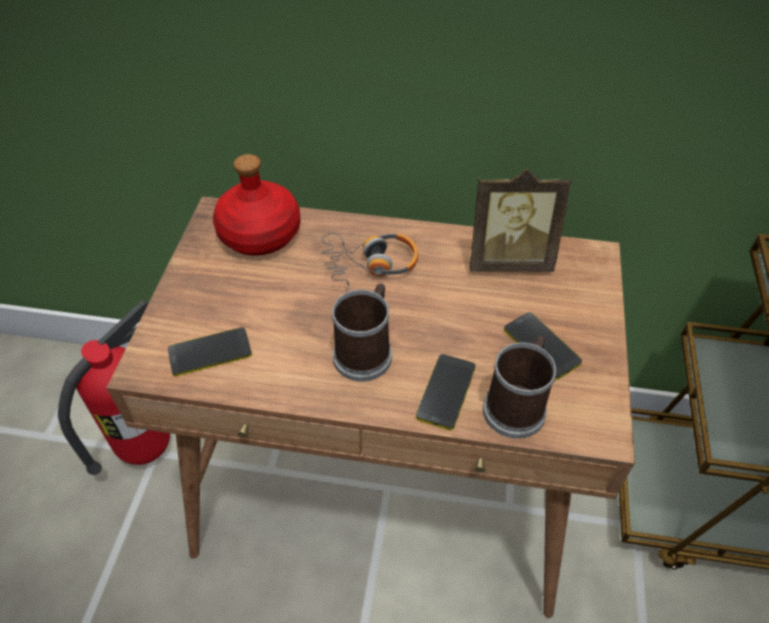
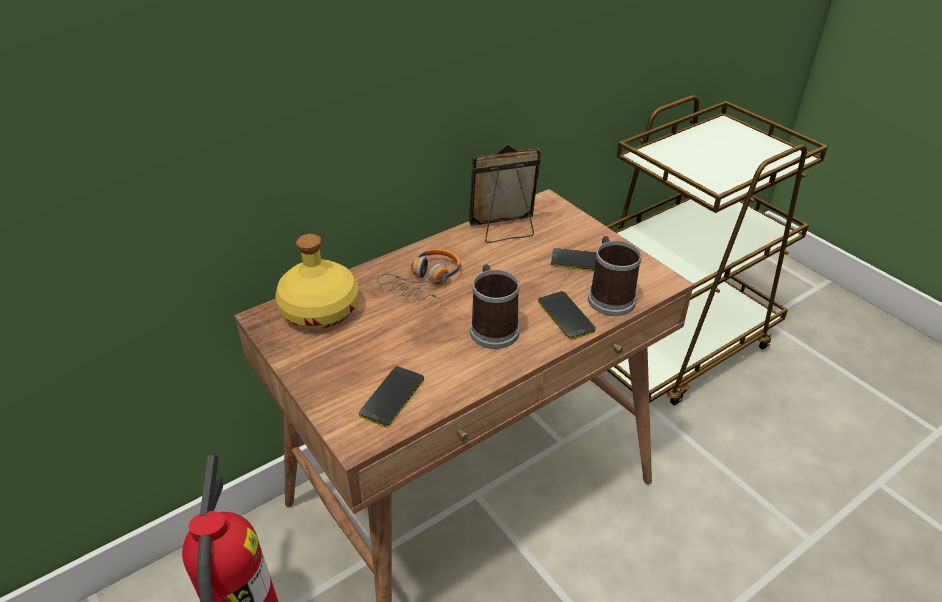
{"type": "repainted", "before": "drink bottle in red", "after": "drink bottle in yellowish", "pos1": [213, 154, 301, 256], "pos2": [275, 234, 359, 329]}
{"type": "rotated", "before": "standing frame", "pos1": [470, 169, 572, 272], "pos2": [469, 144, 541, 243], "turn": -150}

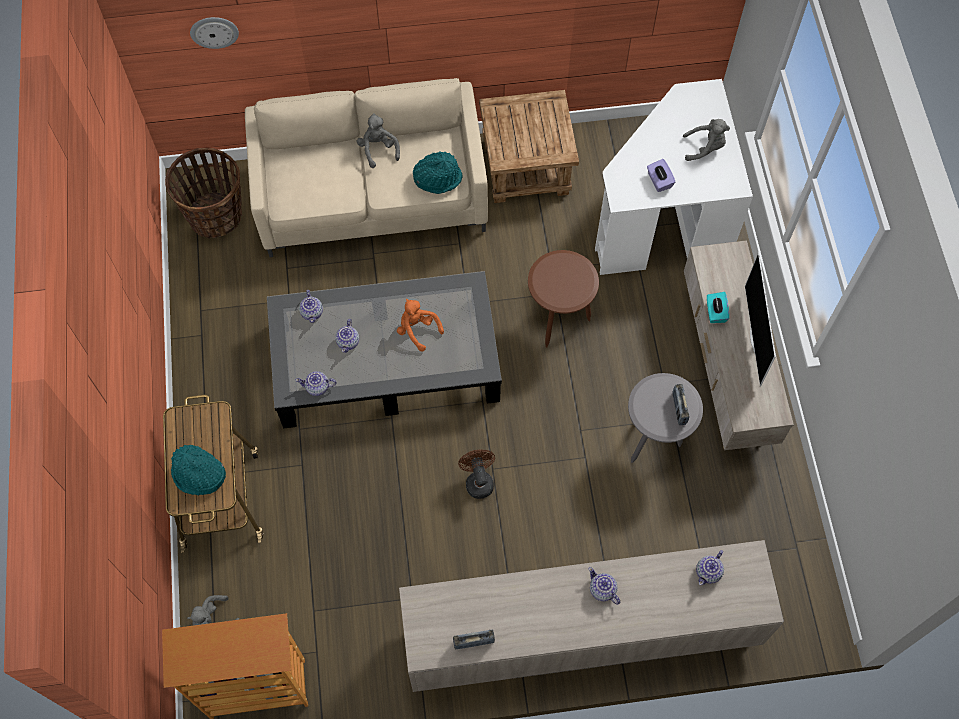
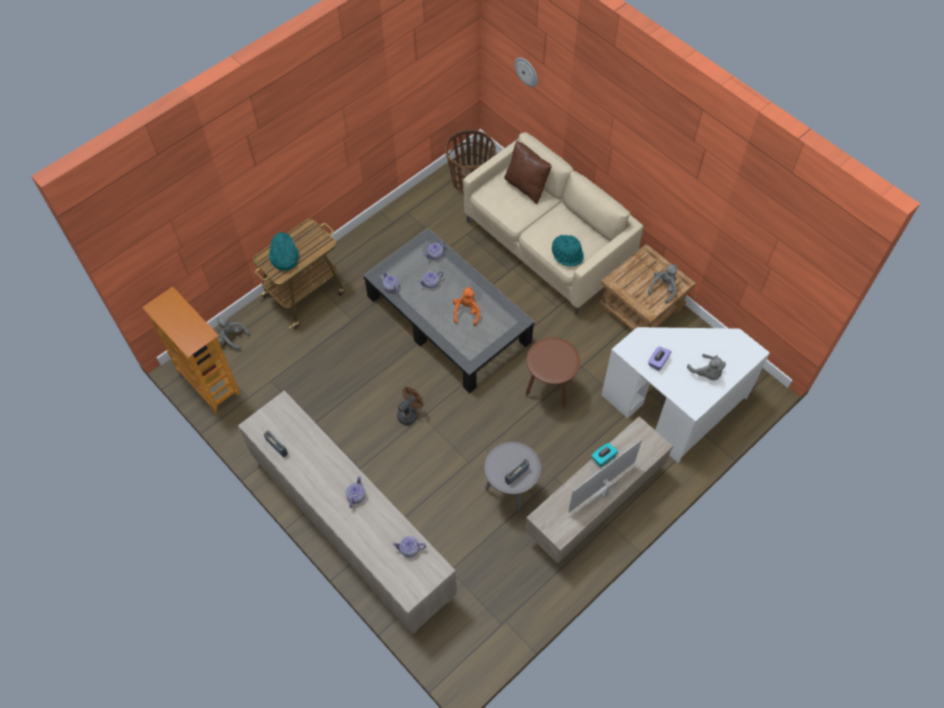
{"type": "shifted", "before": "cuddly toy in gray", "pos1": [357, 113, 400, 168], "pos2": [648, 264, 677, 304]}
{"type": "new", "after": "cushion in brownish", "pos2": [504, 141, 552, 204]}

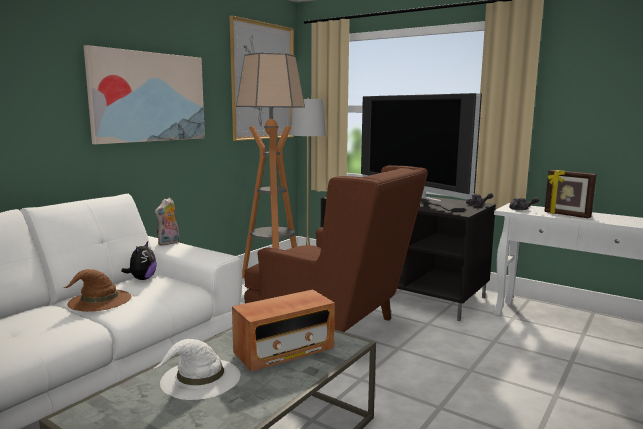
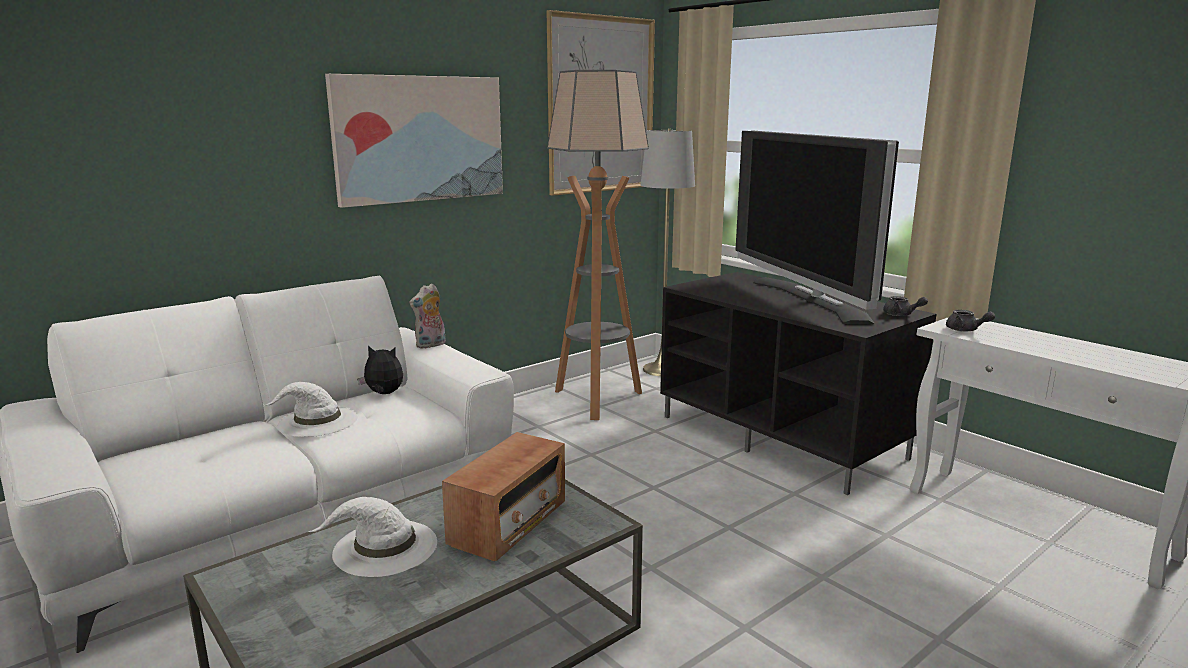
{"type": "gone", "before": "easy chair in brownish", "pos1": [244, 165, 428, 332]}
{"type": "gone", "before": "standing frame", "pos1": [544, 170, 596, 218]}
{"type": "rotated", "before": "cuddly toy", "pos1": [121, 242, 156, 280], "pos2": [357, 345, 403, 394], "turn": -105}
{"type": "repainted", "before": "wearable hat in brownish", "after": "wearable hat in white", "pos1": [63, 269, 131, 312], "pos2": [266, 382, 358, 437]}
{"type": "rotated", "before": "radio", "pos1": [232, 289, 335, 372], "pos2": [442, 432, 565, 561], "turn": -45}

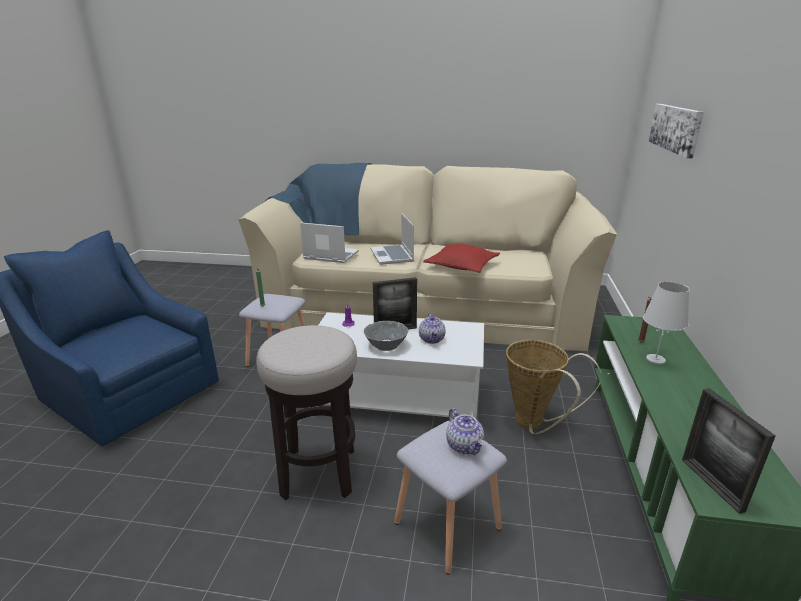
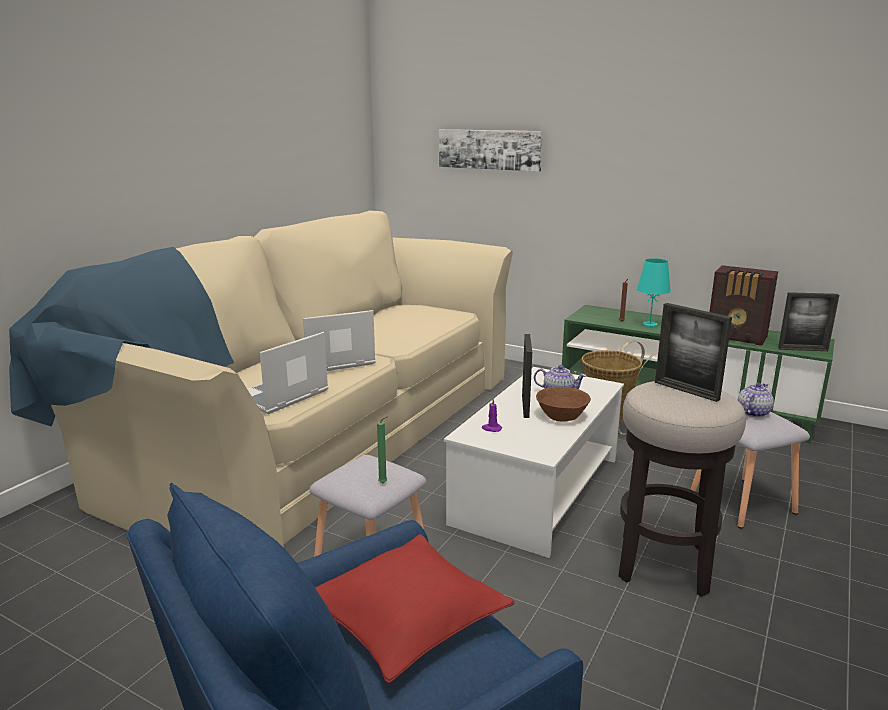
{"type": "rotated", "before": "portable computer", "pos1": [370, 213, 414, 265], "pos2": [303, 310, 376, 371], "turn": 150}
{"type": "shifted", "before": "cushion in red", "pos1": [423, 244, 500, 273], "pos2": [315, 534, 515, 684]}
{"type": "repainted", "before": "lamp for a table in white", "after": "lamp for a table in turquoise", "pos1": [643, 282, 689, 364], "pos2": [637, 258, 671, 327]}
{"type": "repainted", "before": "serving bowl in gray", "after": "serving bowl in brownish", "pos1": [364, 321, 409, 351], "pos2": [536, 387, 591, 422]}
{"type": "rotated", "before": "tea pot", "pos1": [446, 408, 484, 455], "pos2": [738, 383, 774, 418], "turn": -45}
{"type": "new", "after": "radio", "pos2": [710, 265, 778, 346]}
{"type": "new", "after": "standing frame", "pos2": [655, 303, 732, 402]}

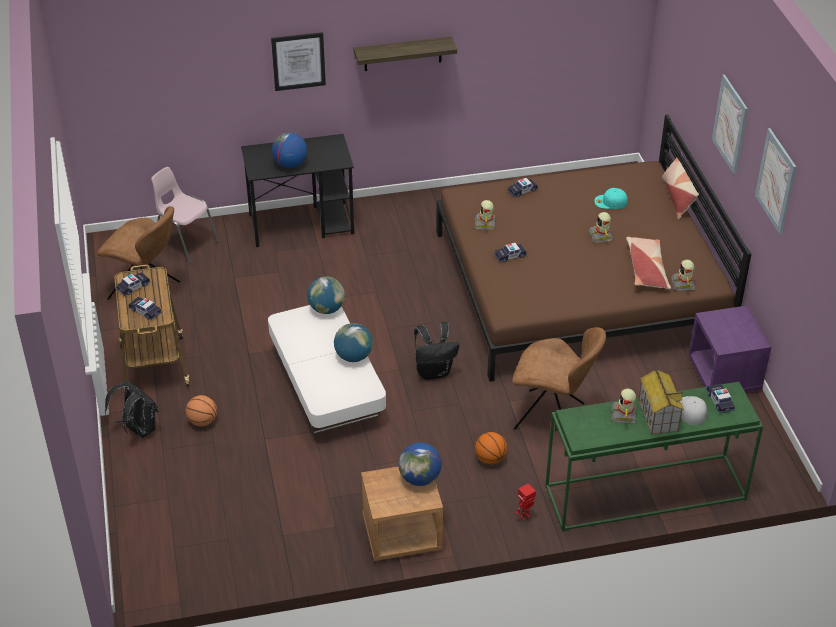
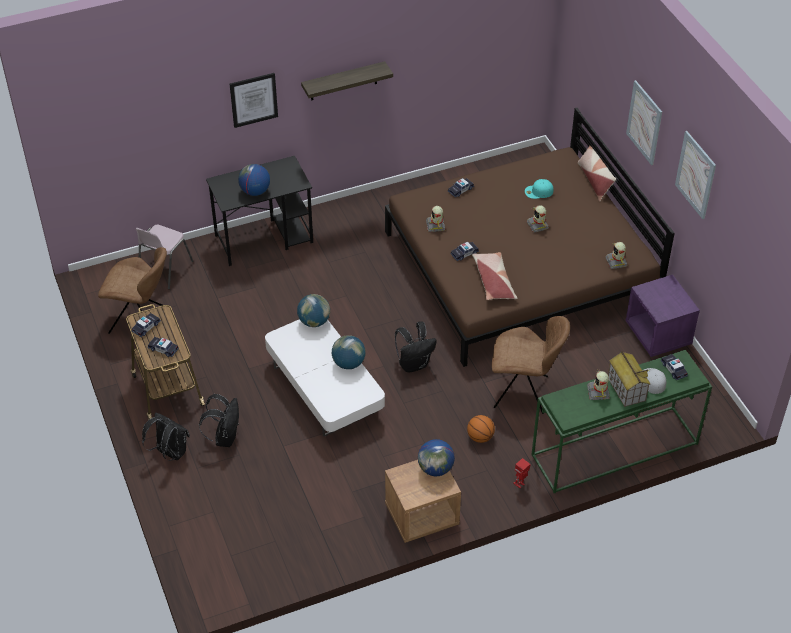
{"type": "rotated", "before": "plain chair in pink-coloured", "pos1": [151, 167, 219, 264], "pos2": [136, 225, 194, 289], "turn": -90}
{"type": "shifted", "before": "cushion", "pos1": [626, 237, 671, 289], "pos2": [472, 252, 518, 300]}
{"type": "swapped", "before": "basketball", "after": "knapsack in black", "pos1": [186, 395, 217, 426], "pos2": [199, 394, 239, 447]}

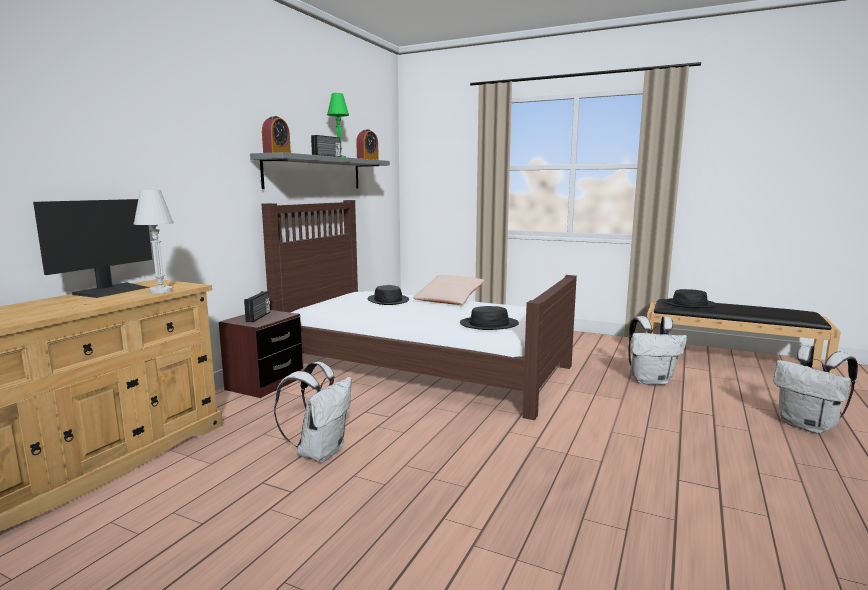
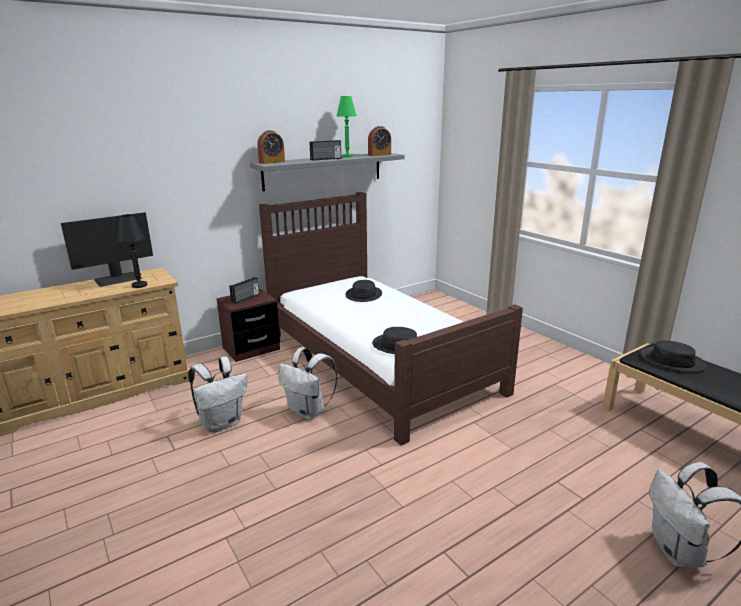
{"type": "repainted", "before": "lamp for a table in white", "after": "lamp for a table in black", "pos1": [133, 190, 174, 294], "pos2": [117, 214, 147, 288]}
{"type": "gone", "before": "cushion in beige-coloured", "pos1": [413, 275, 484, 305]}
{"type": "shifted", "before": "knapsack in white", "pos1": [628, 316, 687, 385], "pos2": [278, 347, 338, 419]}

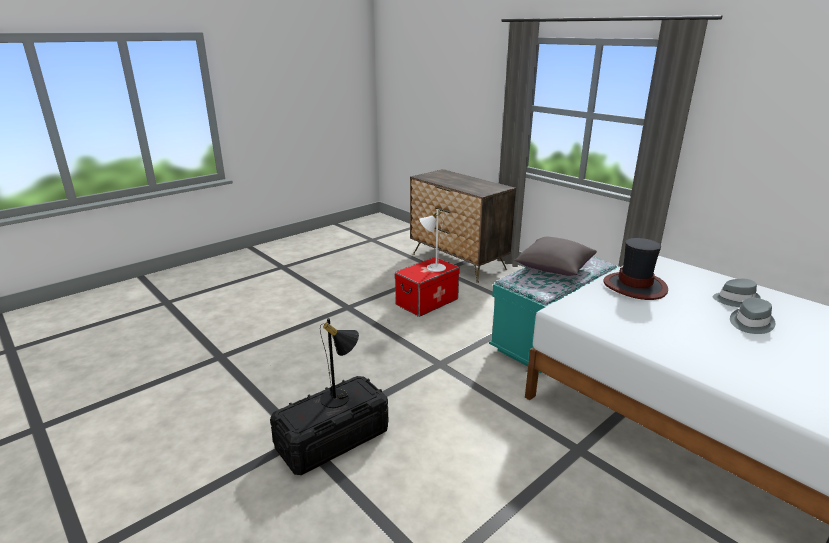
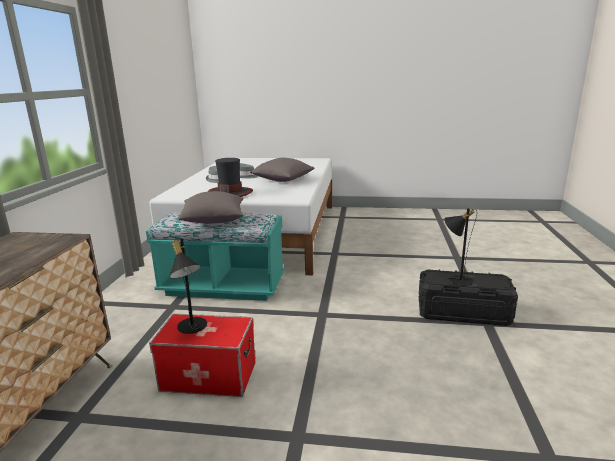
{"type": "repainted", "before": "lamp for a table in white", "after": "lamp for a table in black", "pos1": [419, 209, 446, 272], "pos2": [170, 238, 207, 334]}
{"type": "new", "after": "cushion in gray", "pos2": [250, 158, 315, 182]}

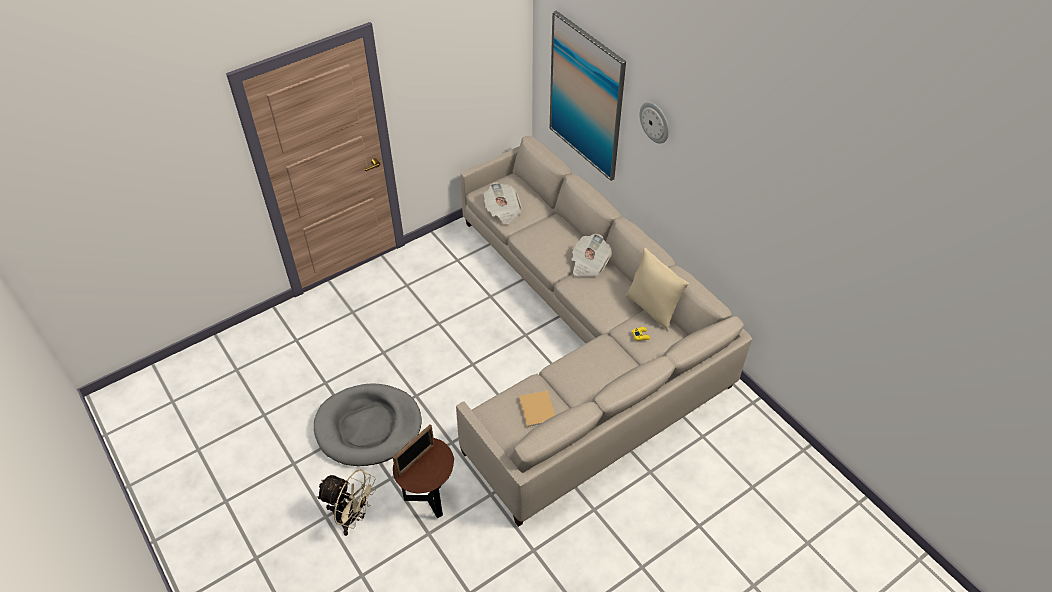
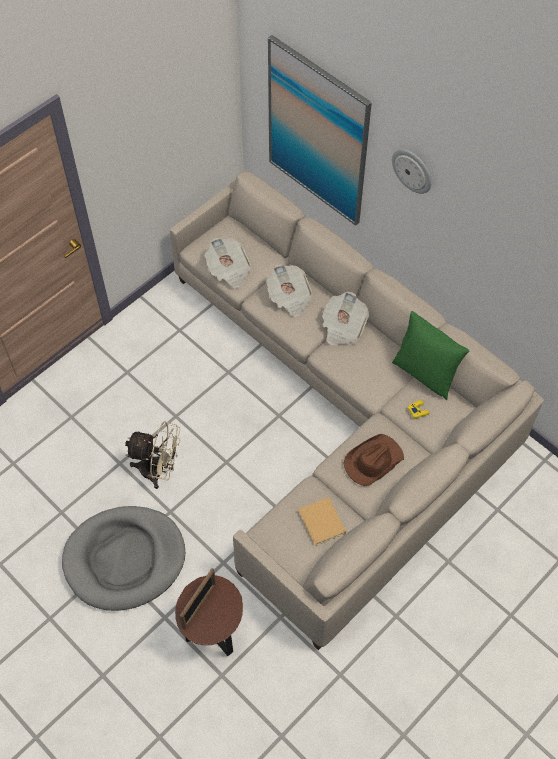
{"type": "repainted", "before": "cushion in beige-coloured", "after": "cushion in greenish", "pos1": [626, 248, 689, 331], "pos2": [392, 311, 469, 400]}
{"type": "shifted", "before": "cooling fan in beige-coloured", "pos1": [316, 469, 376, 536], "pos2": [125, 421, 181, 489]}
{"type": "new", "after": "daily paper", "pos2": [266, 264, 313, 317]}
{"type": "new", "after": "wearable hat in brownish", "pos2": [343, 434, 404, 486]}

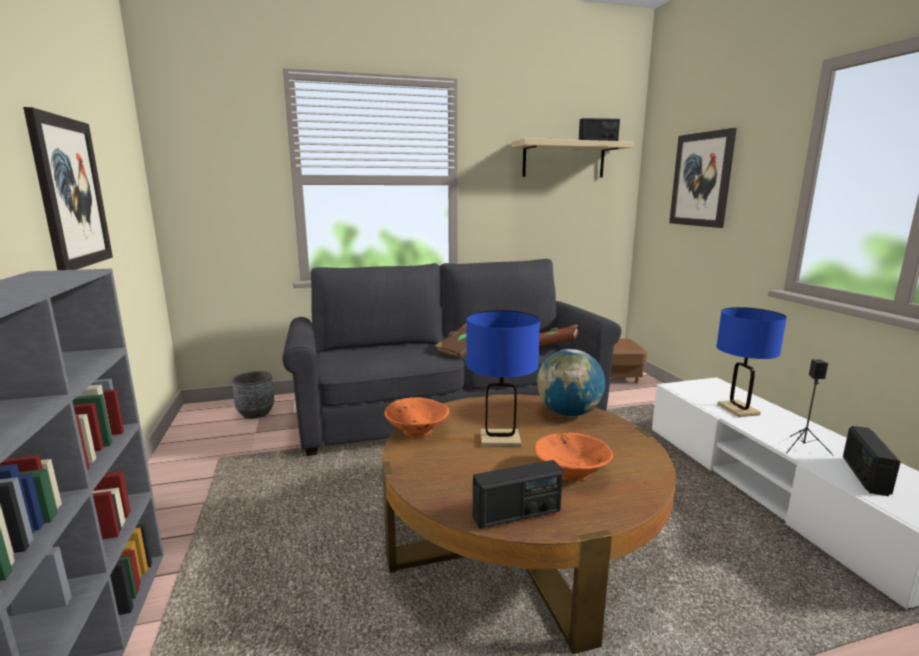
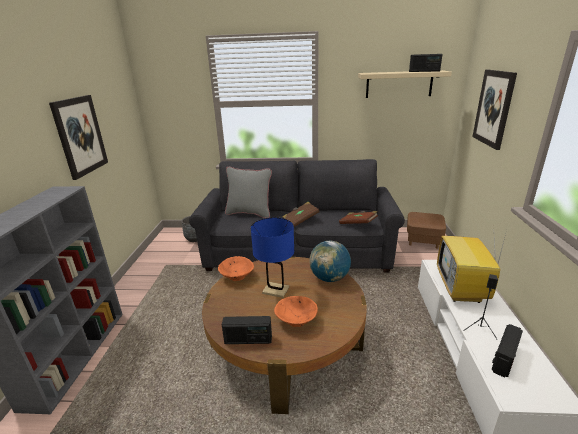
{"type": "swapped", "before": "lamp for a table in blue-coloured", "after": "TV set", "pos1": [716, 307, 787, 417], "pos2": [437, 222, 507, 303]}
{"type": "new", "after": "cushion in gray", "pos2": [225, 167, 272, 218]}

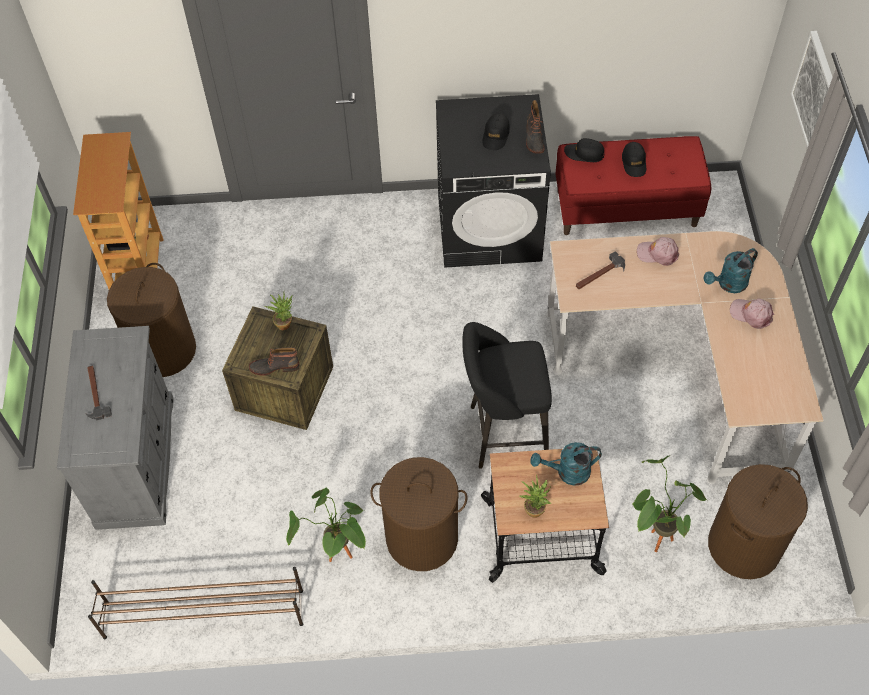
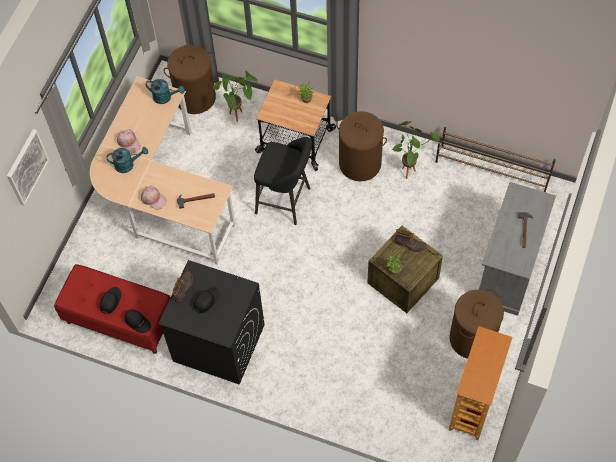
{"type": "shifted", "before": "watering can in turquoise", "pos1": [531, 442, 602, 486], "pos2": [146, 79, 185, 104]}

